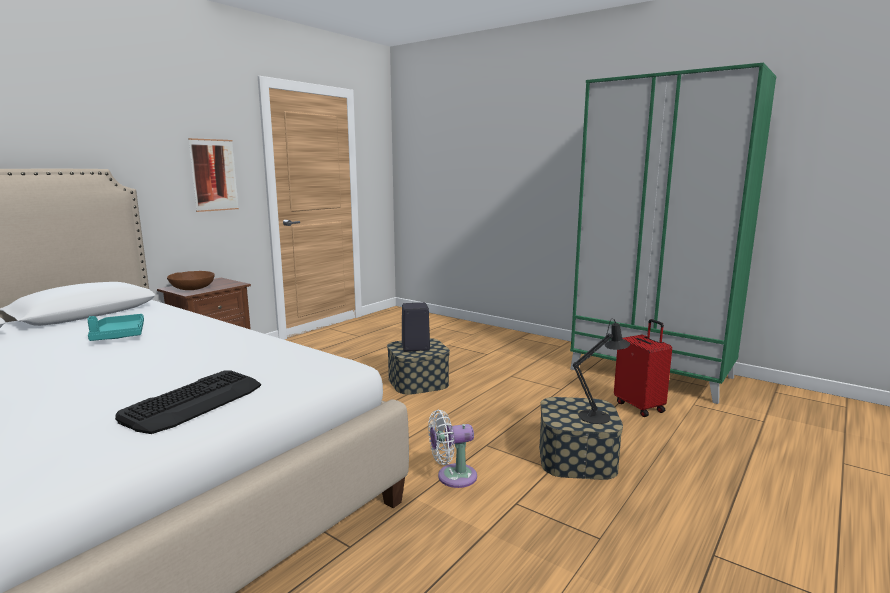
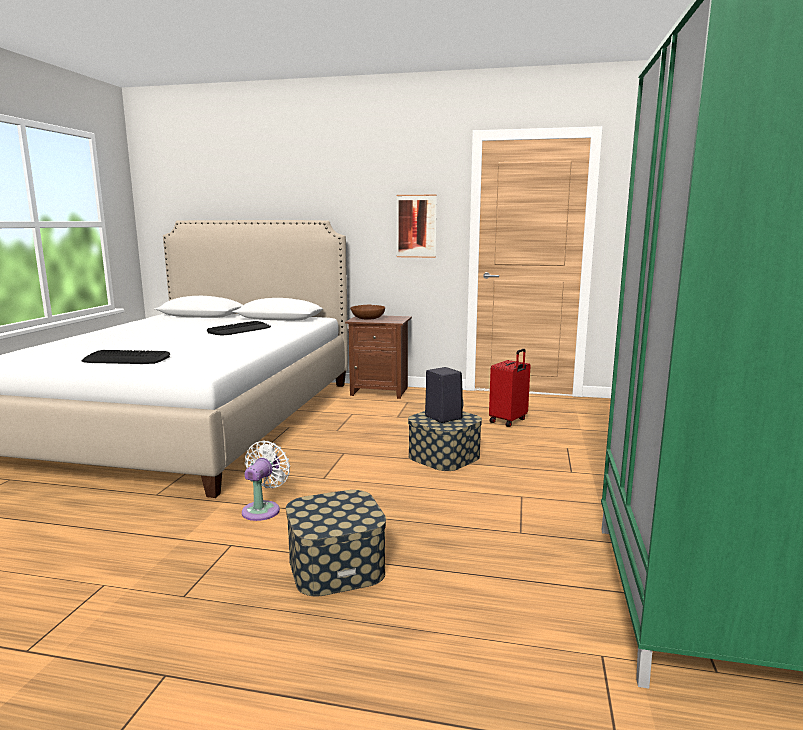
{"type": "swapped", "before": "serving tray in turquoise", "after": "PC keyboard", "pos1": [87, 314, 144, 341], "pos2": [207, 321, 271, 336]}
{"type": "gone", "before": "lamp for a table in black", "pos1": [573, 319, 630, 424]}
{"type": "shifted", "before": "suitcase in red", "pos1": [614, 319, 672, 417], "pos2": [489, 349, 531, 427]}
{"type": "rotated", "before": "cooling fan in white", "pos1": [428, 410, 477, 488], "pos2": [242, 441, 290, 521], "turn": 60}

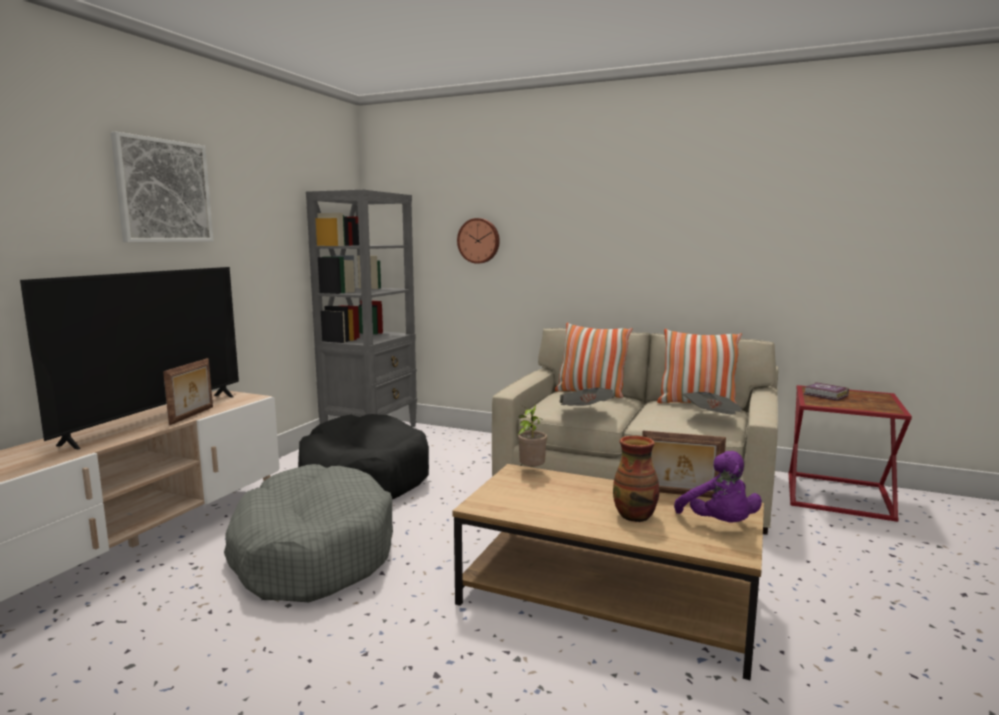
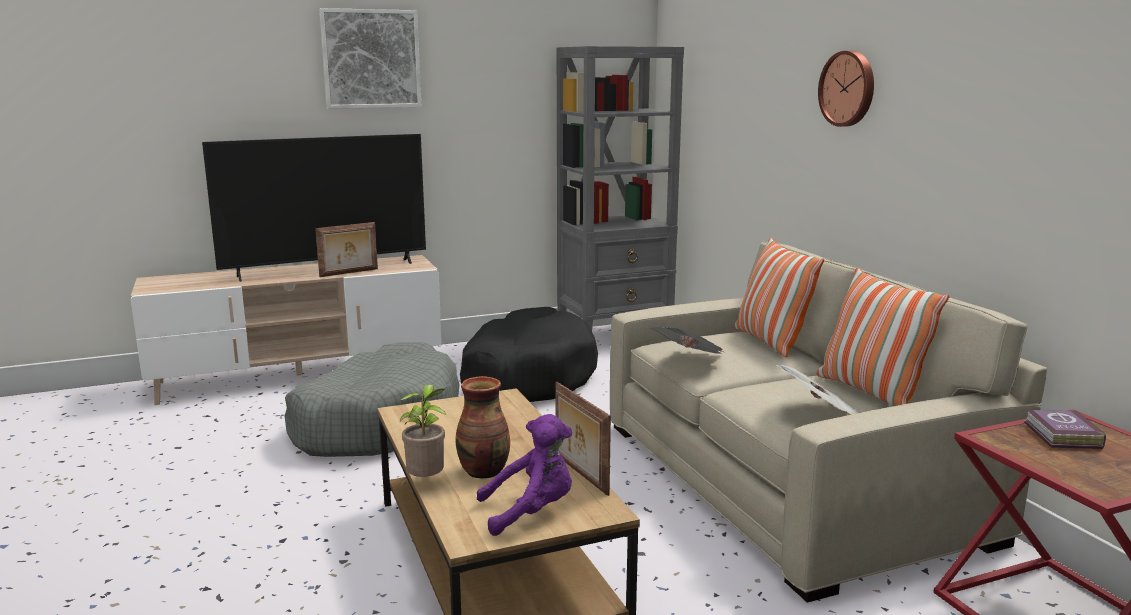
{"type": "shifted", "before": "wall clock", "pos1": [457, 218, 500, 264], "pos2": [818, 51, 874, 127]}
{"type": "shifted", "before": "potted plant", "pos1": [518, 404, 547, 466], "pos2": [400, 384, 446, 477]}
{"type": "rotated", "before": "cuddly toy in purplish", "pos1": [674, 451, 762, 523], "pos2": [477, 414, 572, 536], "turn": -135}

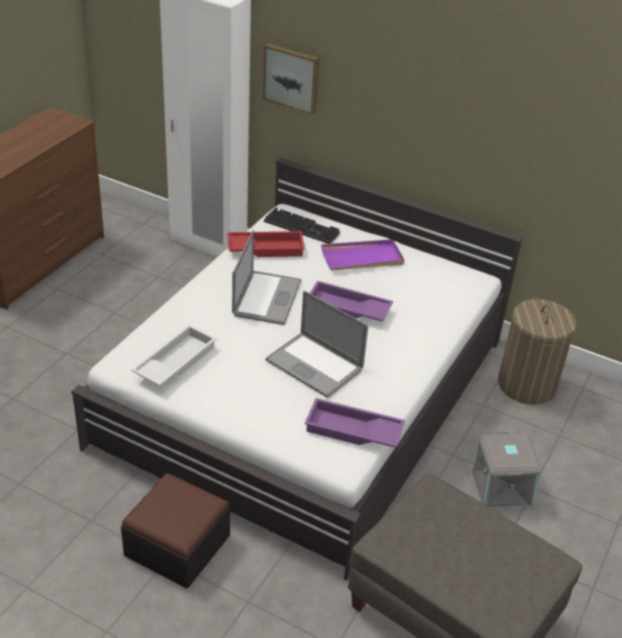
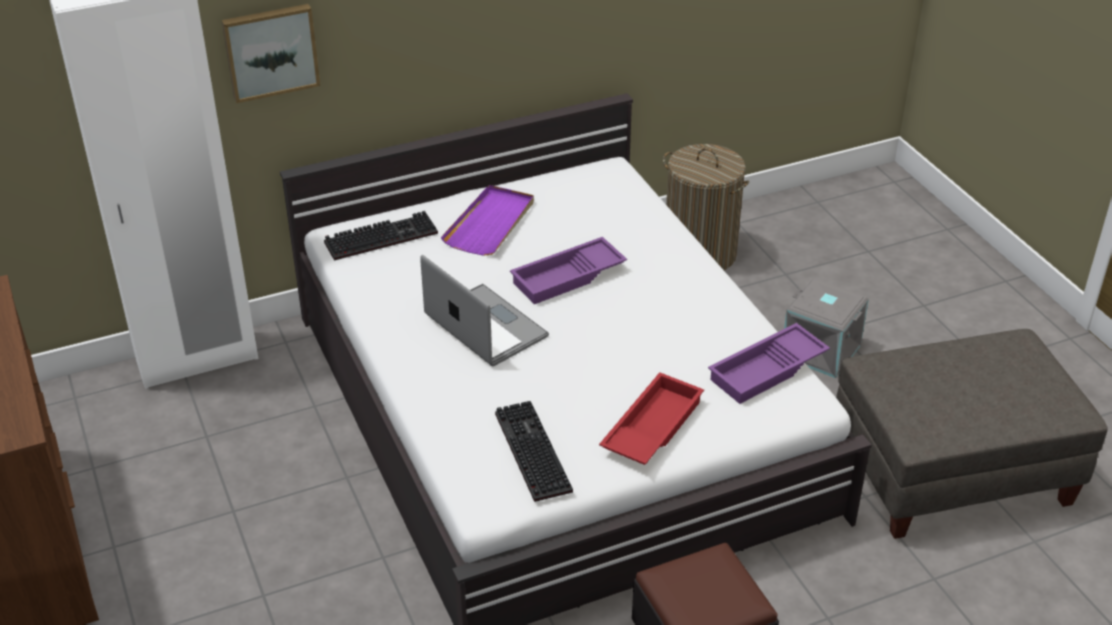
{"type": "shifted", "before": "serving tray in red", "pos1": [227, 231, 305, 257], "pos2": [599, 372, 704, 465]}
{"type": "gone", "before": "portable computer", "pos1": [265, 290, 368, 398]}
{"type": "swapped", "before": "serving tray in white", "after": "PC keyboard", "pos1": [131, 325, 217, 386], "pos2": [495, 401, 573, 502]}

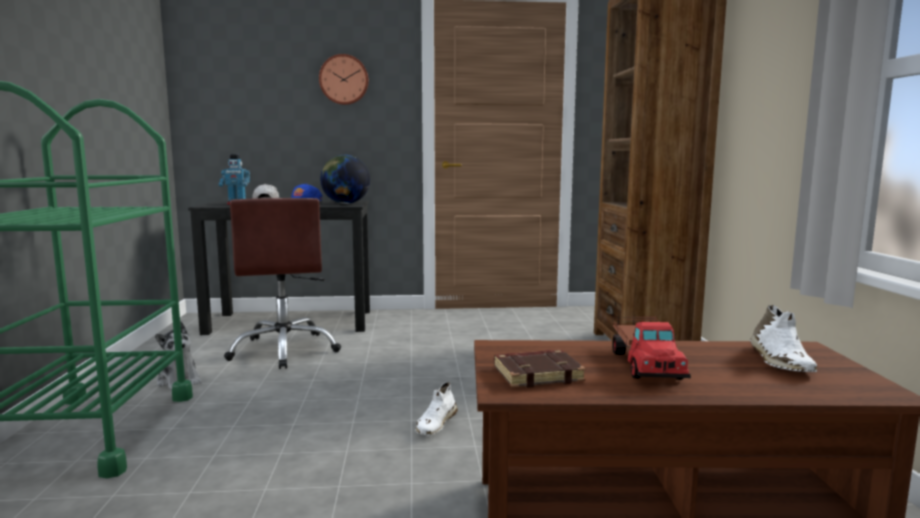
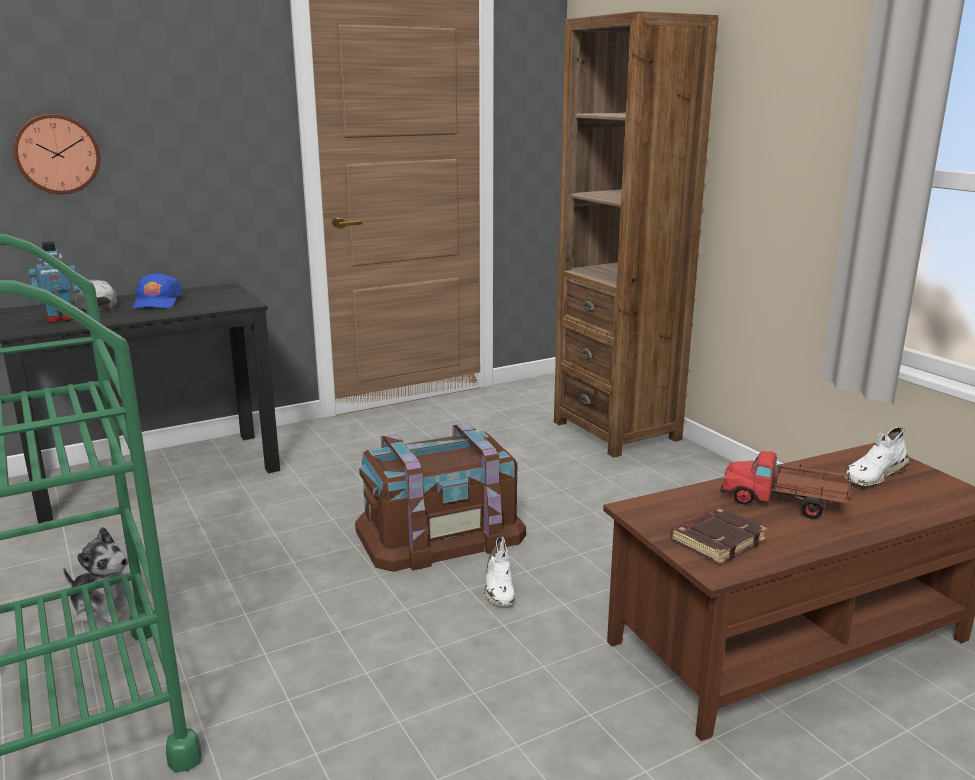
{"type": "shifted", "before": "wall clock", "pos1": [319, 54, 369, 105], "pos2": [13, 114, 100, 194]}
{"type": "gone", "before": "desk globe", "pos1": [320, 155, 370, 204]}
{"type": "gone", "before": "desk chair in brownish", "pos1": [224, 198, 341, 369]}
{"type": "rotated", "before": "shoe in white", "pos1": [750, 305, 817, 372], "pos2": [845, 427, 909, 486], "turn": 75}
{"type": "rotated", "before": "toy truck", "pos1": [612, 314, 691, 380], "pos2": [720, 451, 852, 519], "turn": 135}
{"type": "new", "after": "storage container in brownish", "pos2": [355, 423, 526, 572]}

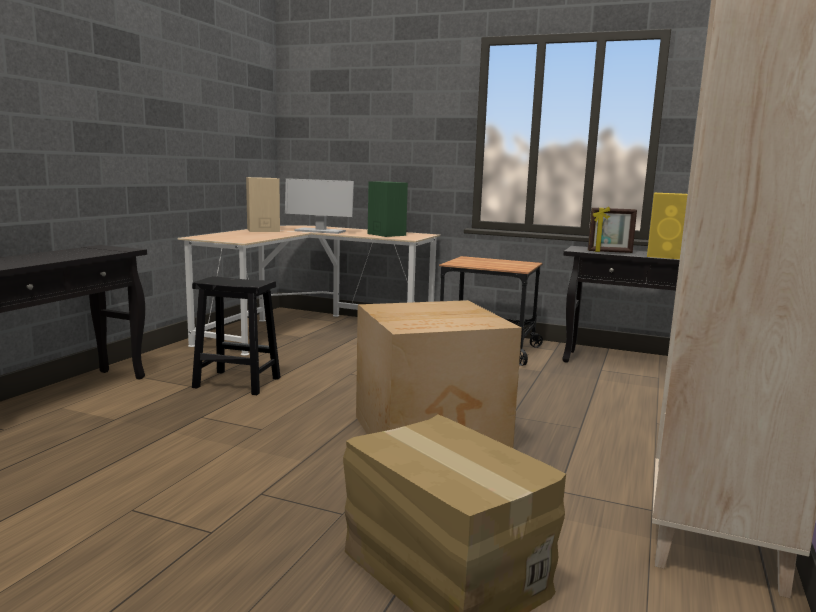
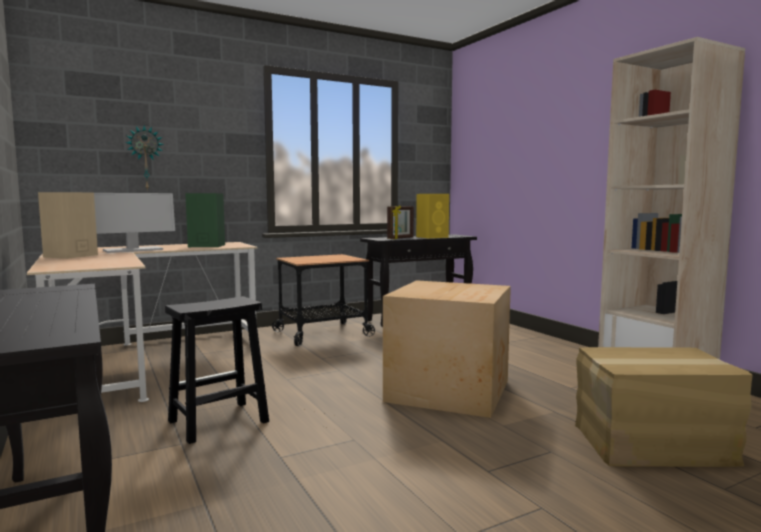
{"type": "new", "after": "wall clock", "pos2": [125, 125, 164, 191]}

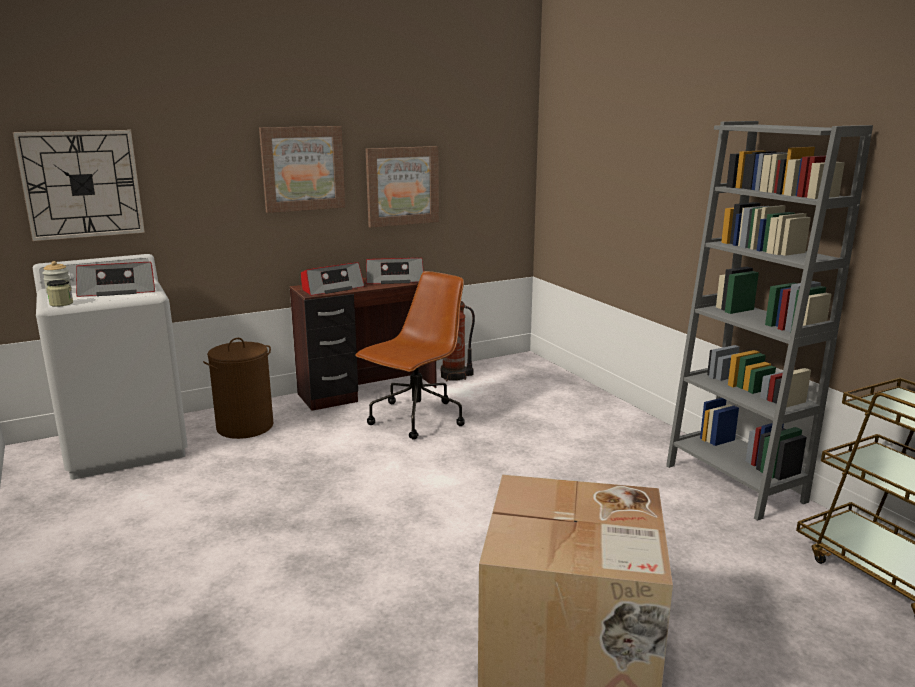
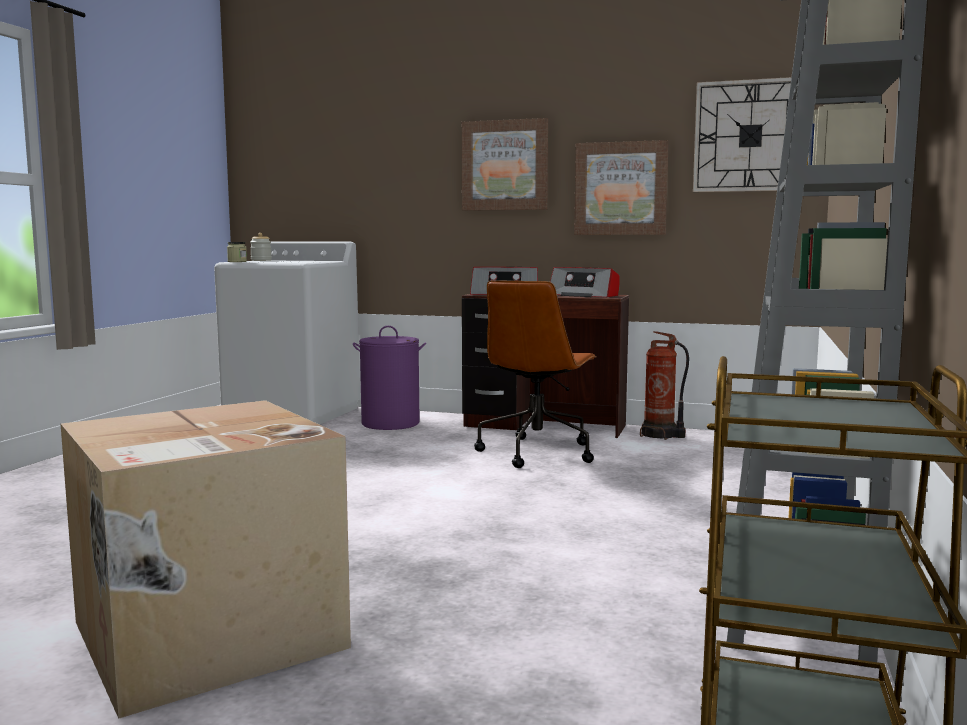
{"type": "shifted", "before": "wall clock", "pos1": [13, 130, 145, 241], "pos2": [693, 77, 791, 192]}
{"type": "gone", "before": "radio", "pos1": [76, 262, 155, 297]}
{"type": "rotated", "before": "desk chair in brownish", "pos1": [355, 271, 465, 440], "pos2": [474, 280, 597, 468], "turn": 120}
{"type": "repainted", "before": "laundry basket in brownish", "after": "laundry basket in purplish", "pos1": [203, 338, 273, 439], "pos2": [353, 326, 426, 430]}

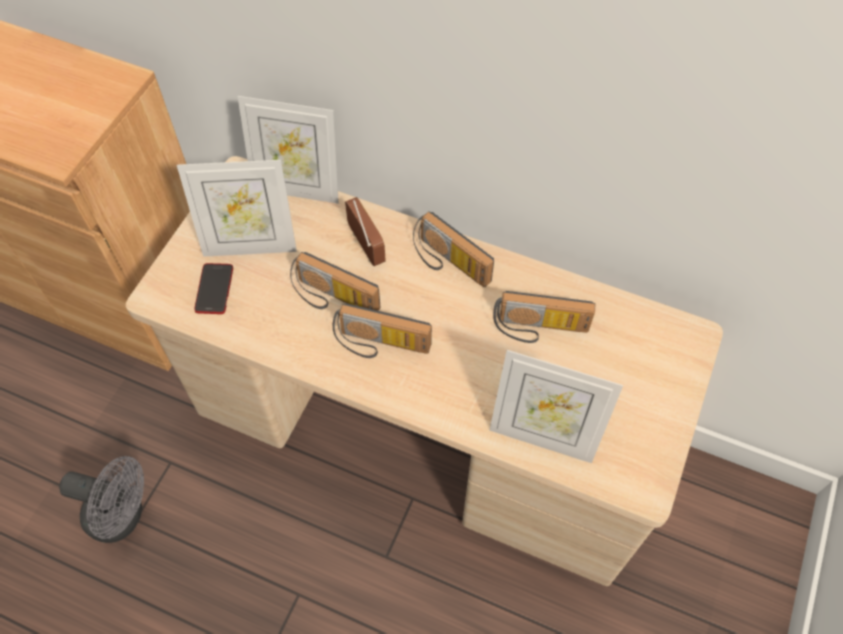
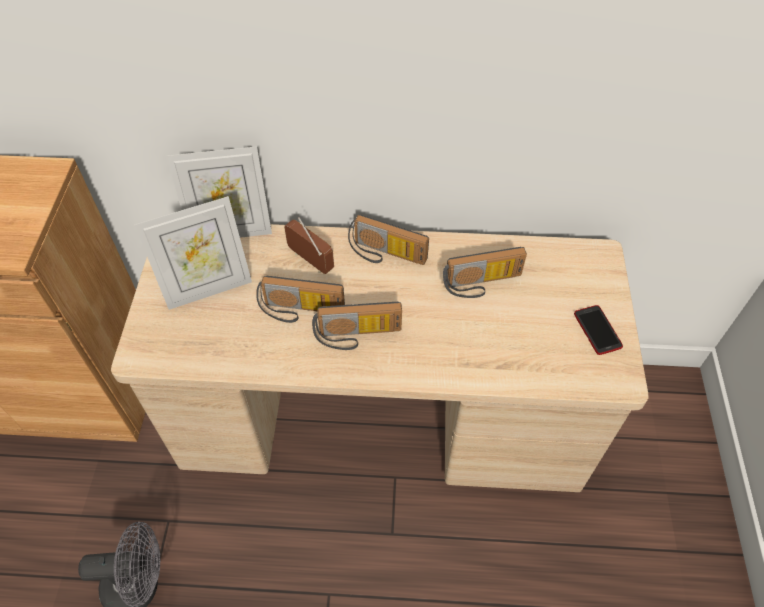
{"type": "shifted", "before": "telephone", "pos1": [194, 263, 233, 314], "pos2": [574, 305, 623, 355]}
{"type": "gone", "before": "standing frame", "pos1": [489, 350, 623, 463]}

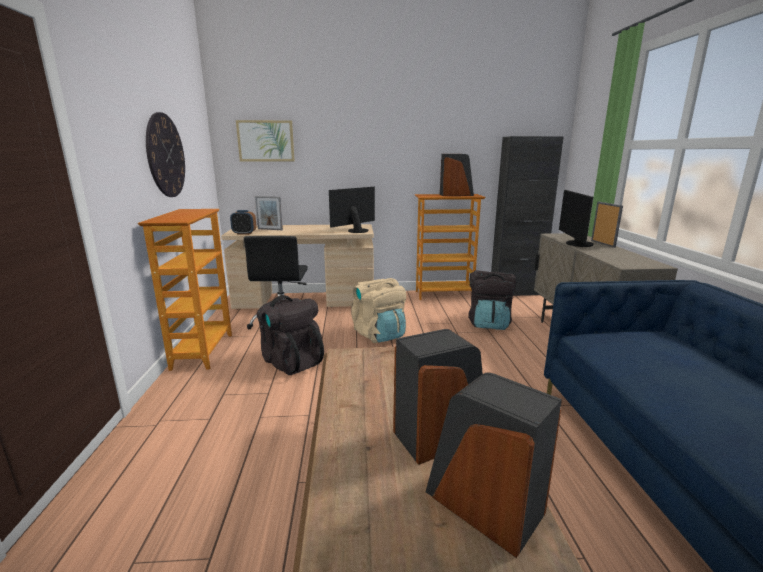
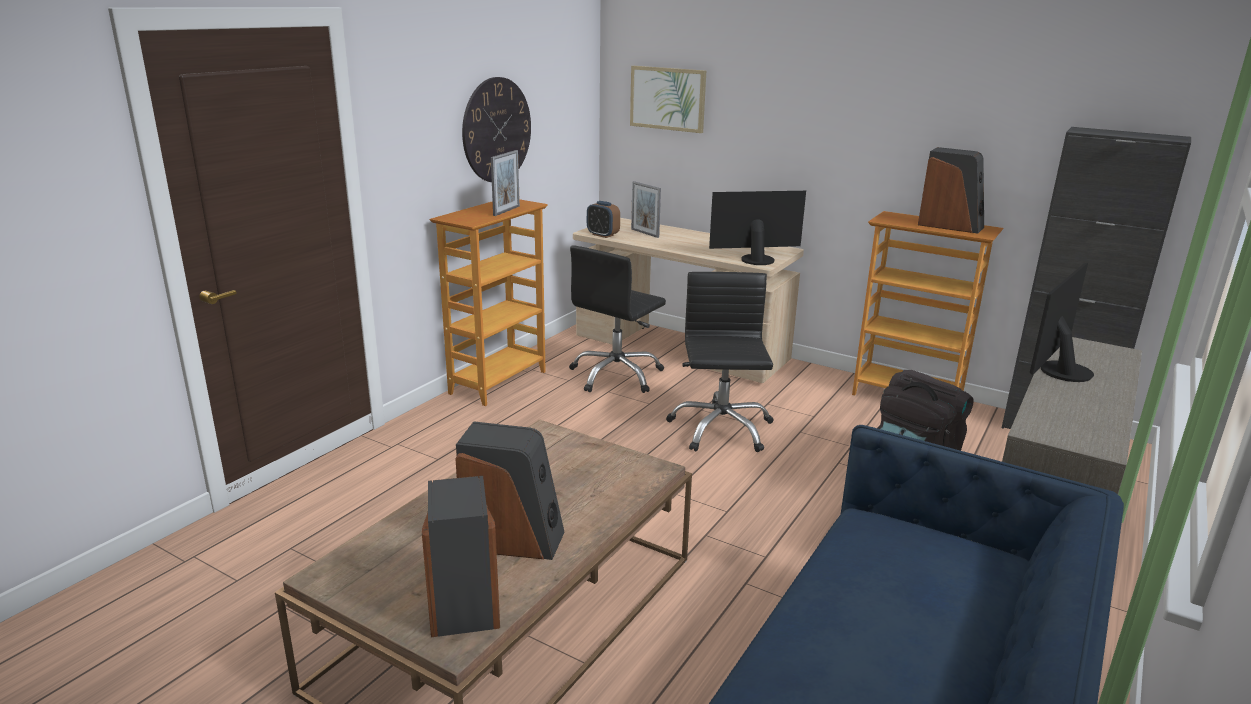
{"type": "shifted", "before": "standing frame", "pos1": [591, 202, 623, 248], "pos2": [491, 150, 520, 216]}
{"type": "swapped", "before": "knapsack in beige-coloured", "after": "desk chair in black", "pos1": [351, 278, 406, 343], "pos2": [666, 272, 774, 452]}
{"type": "gone", "before": "knapsack in black", "pos1": [257, 295, 324, 375]}

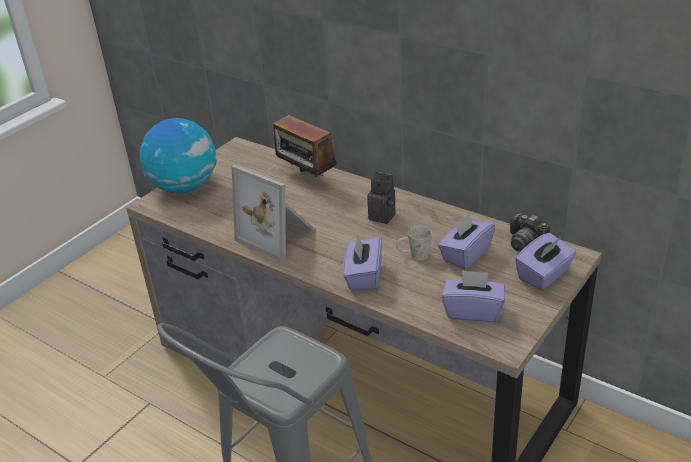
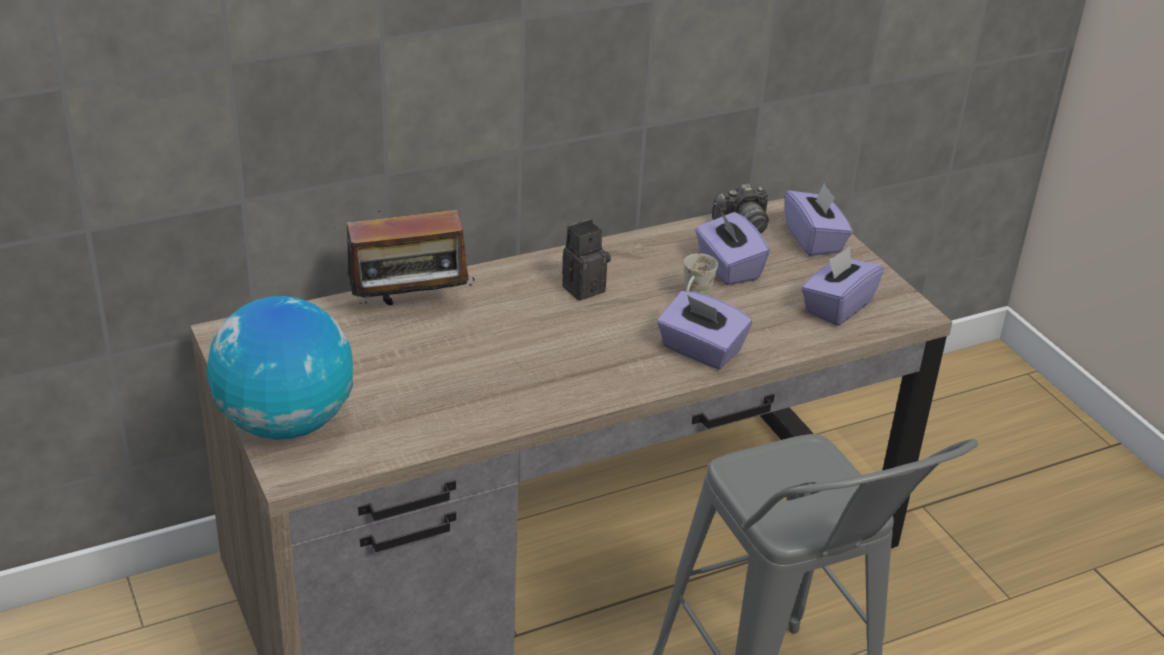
{"type": "gone", "before": "standing frame", "pos1": [232, 165, 316, 263]}

